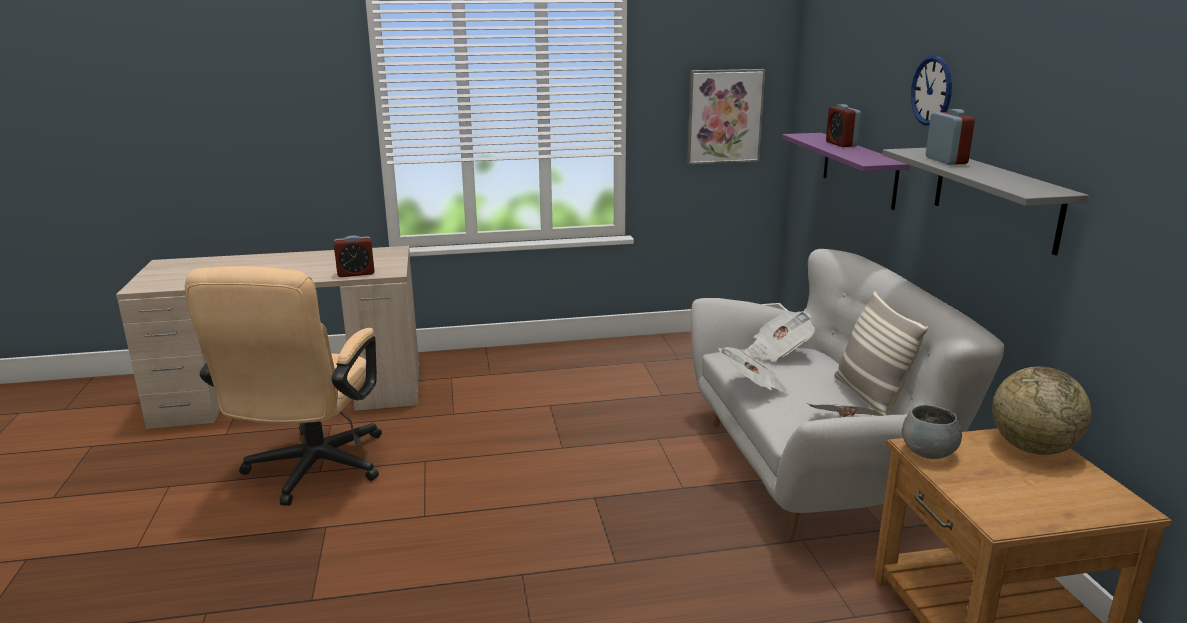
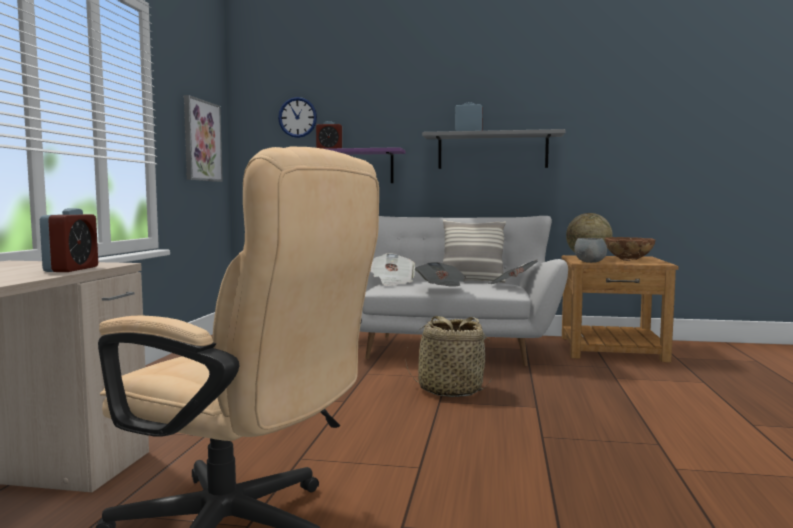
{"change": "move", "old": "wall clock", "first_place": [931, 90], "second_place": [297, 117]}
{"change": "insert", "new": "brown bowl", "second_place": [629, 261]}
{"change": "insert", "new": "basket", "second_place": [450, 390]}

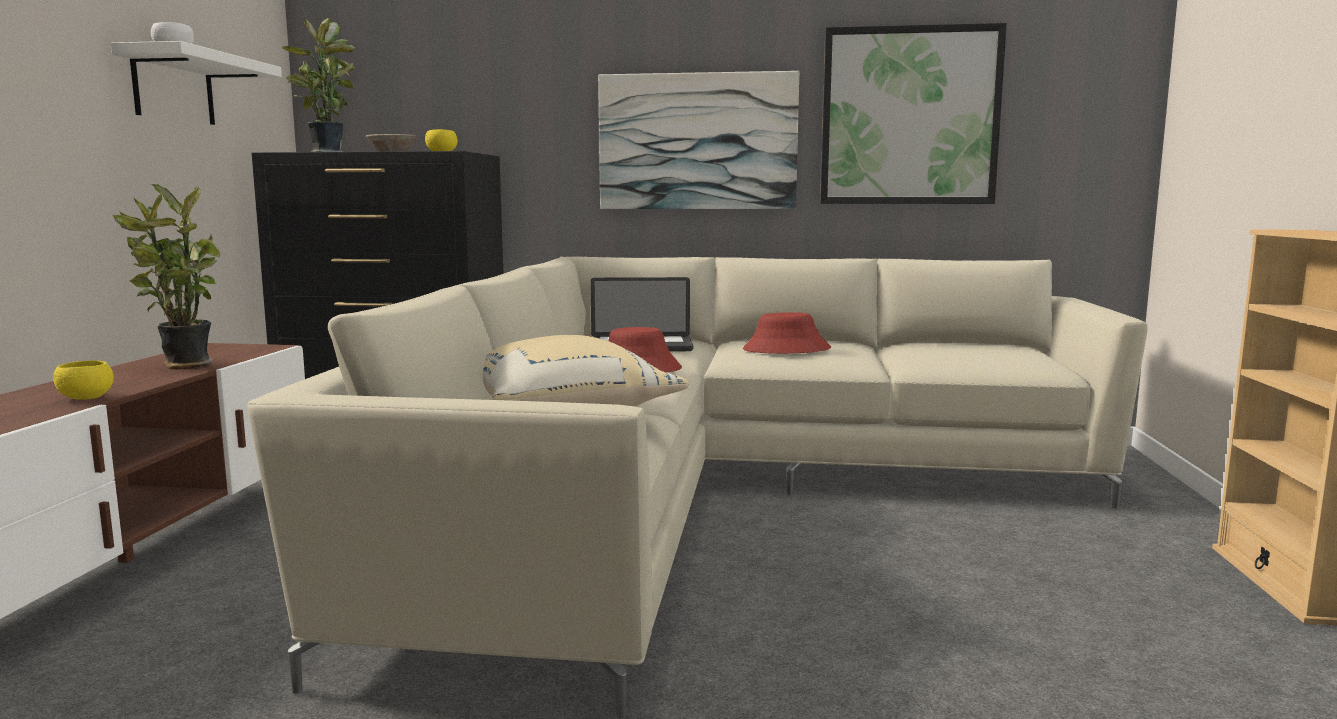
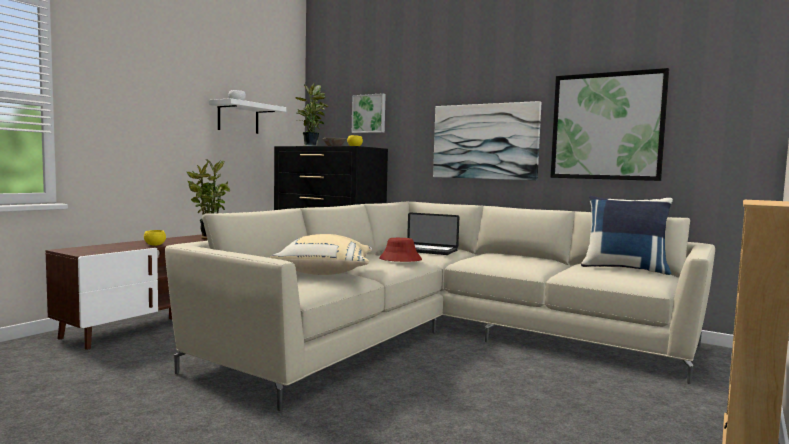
{"change": "delete", "old": "red hat", "first_place": [786, 350]}
{"change": "insert", "new": "picture", "second_place": [369, 114]}
{"change": "insert", "new": "blue pillow", "second_place": [625, 269]}

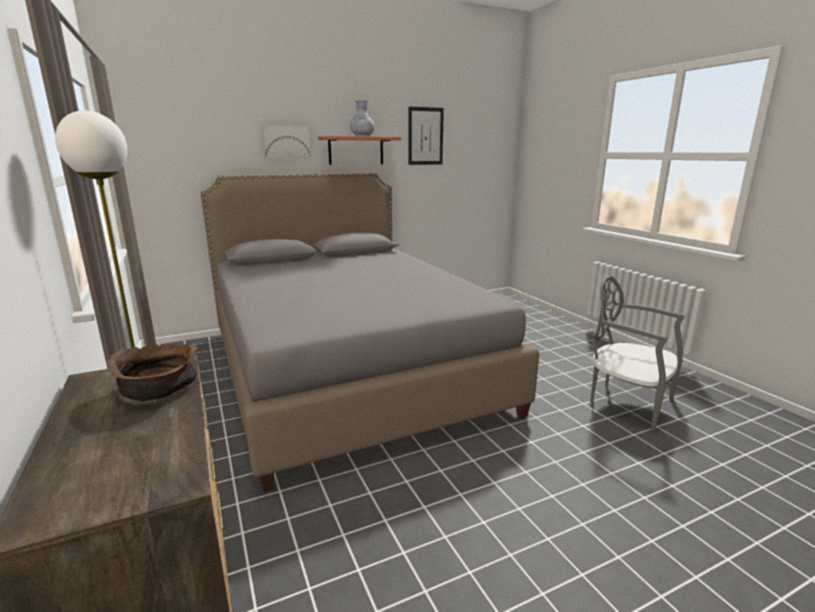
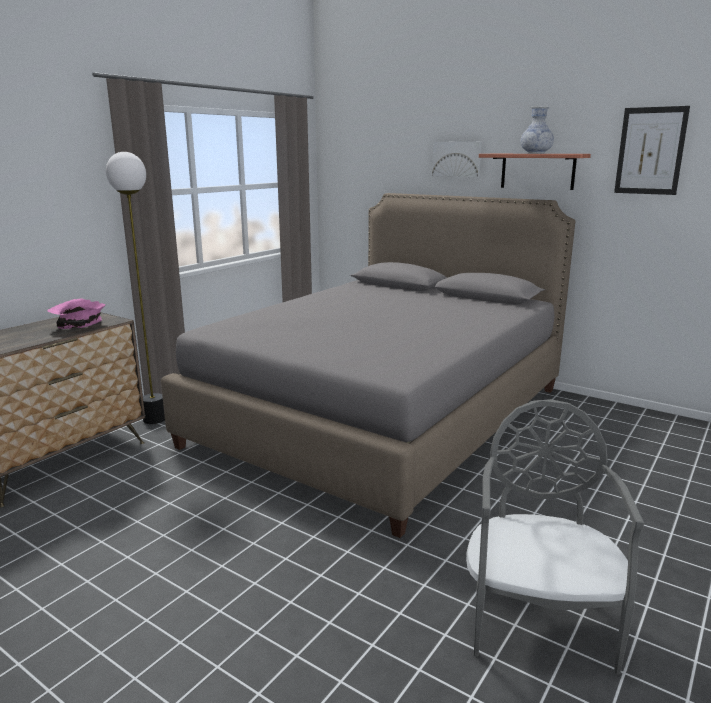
{"change": "recolor", "old": "brown bowl", "new": "pink bowl", "first_place": [159, 388], "second_place": [79, 326]}

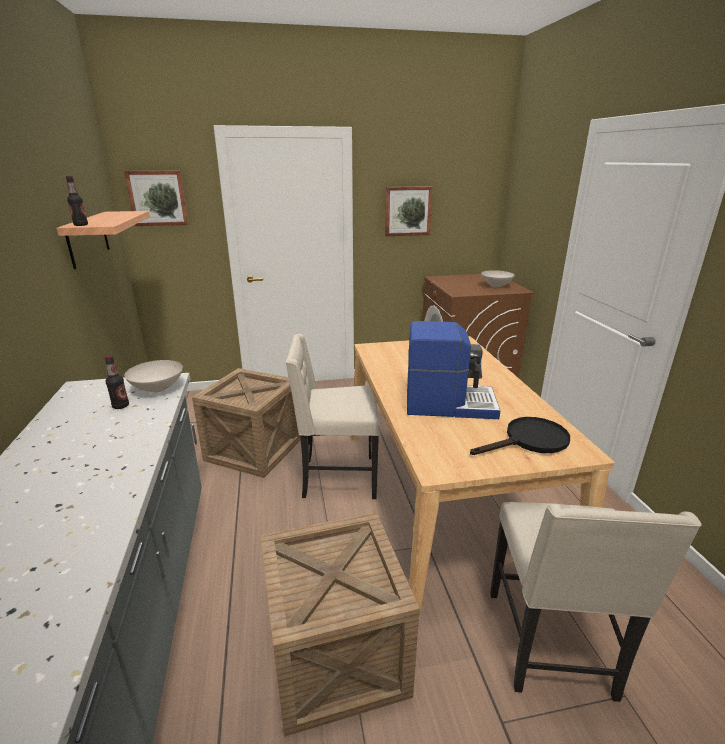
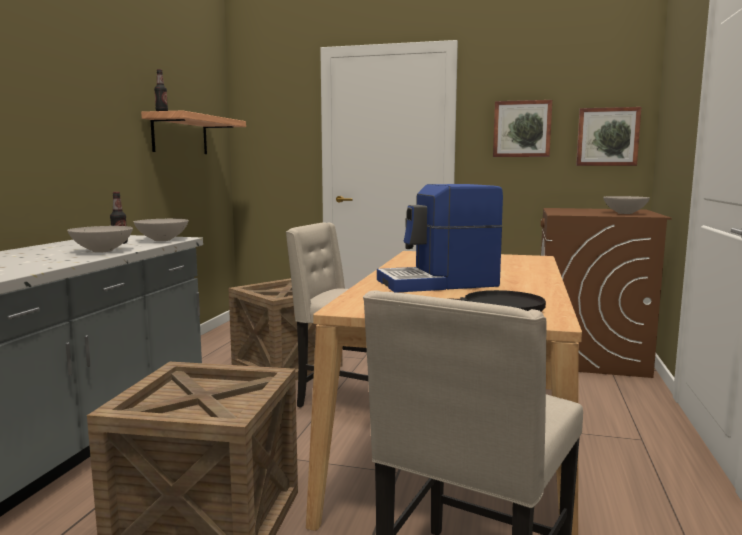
{"change": "move", "old": "picture", "first_place": [158, 198], "second_place": [607, 137]}
{"change": "rotate", "old": "coffee machine", "first_place": [449, 404], "second_place": [438, 283], "degrees": 135}
{"change": "insert", "new": "white bowl", "second_place": [102, 251]}

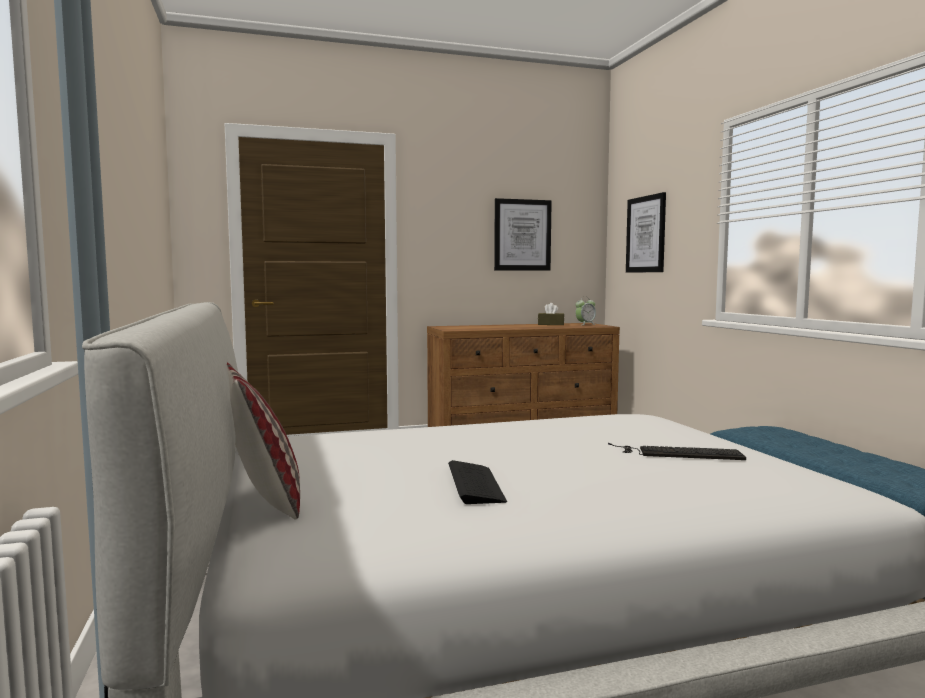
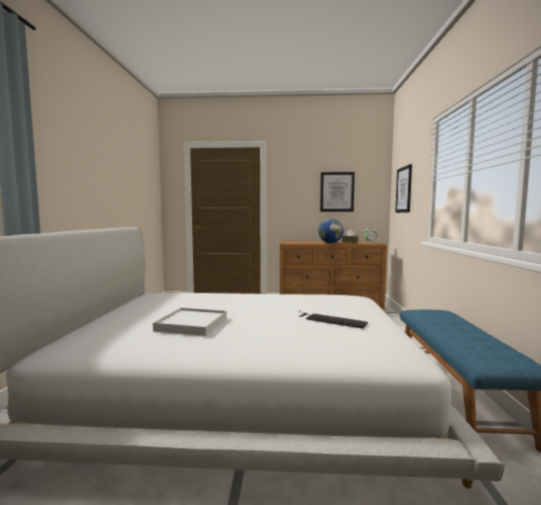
{"change": "delete", "old": "pillow", "first_place": [265, 499]}
{"change": "replace", "old": "keyboard", "new": "white tray", "first_place": [475, 484], "second_place": [192, 324]}
{"change": "insert", "new": "globe", "second_place": [330, 243]}

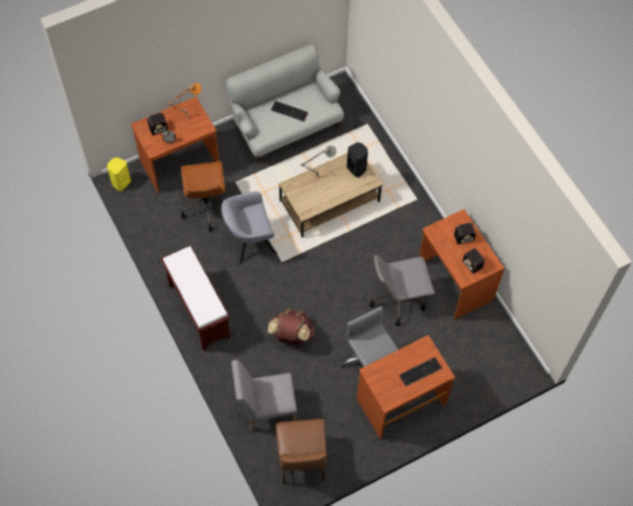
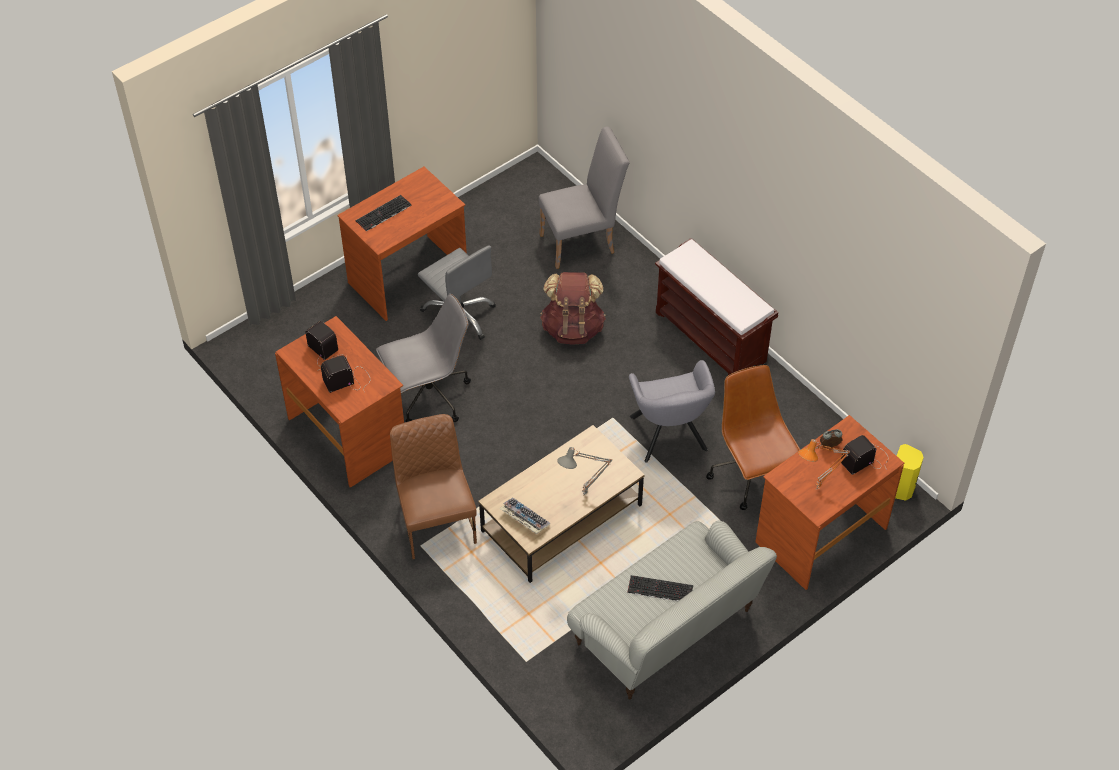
{"change": "replace", "old": "black speaker", "new": "keyboard", "first_place": [357, 168], "second_place": [524, 518]}
{"change": "rotate", "old": "grey armchair", "first_place": [249, 242], "second_place": [669, 437], "degrees": 105}
{"change": "move", "old": "brown chair", "first_place": [301, 460], "second_place": [436, 521]}

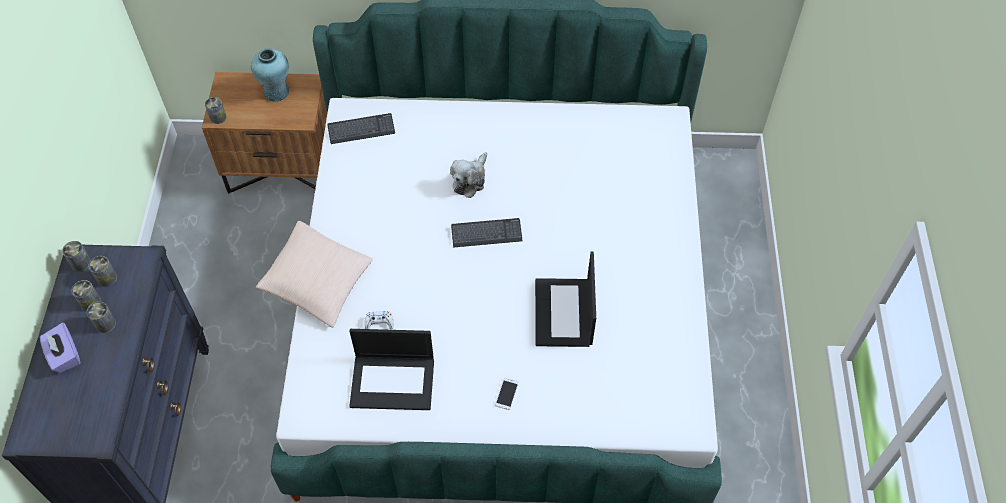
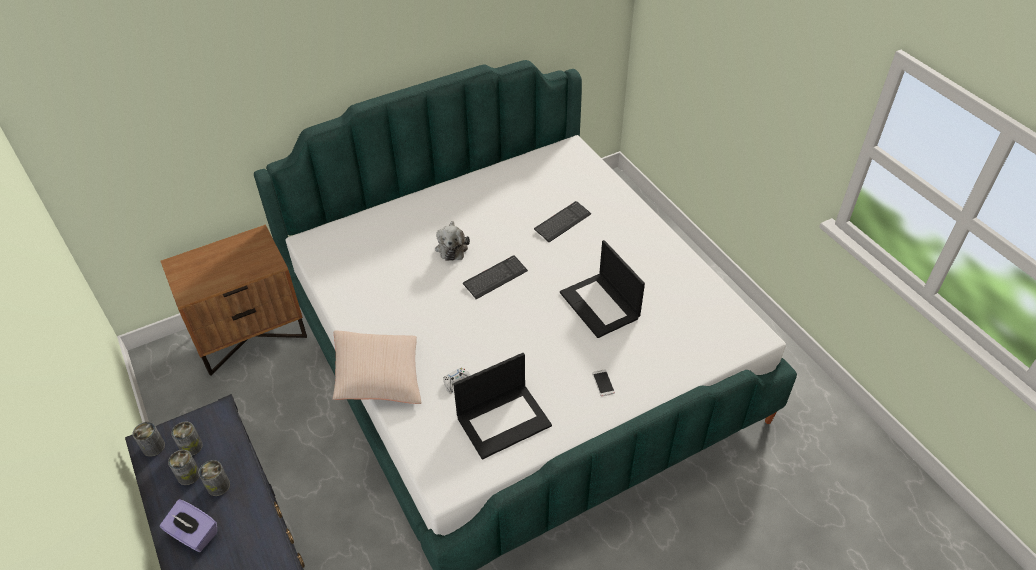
{"change": "delete", "old": "turquoise vase", "first_place": [276, 92]}
{"change": "delete", "old": "can", "first_place": [218, 117]}
{"change": "move", "old": "keyboard", "first_place": [361, 130], "second_place": [562, 222]}

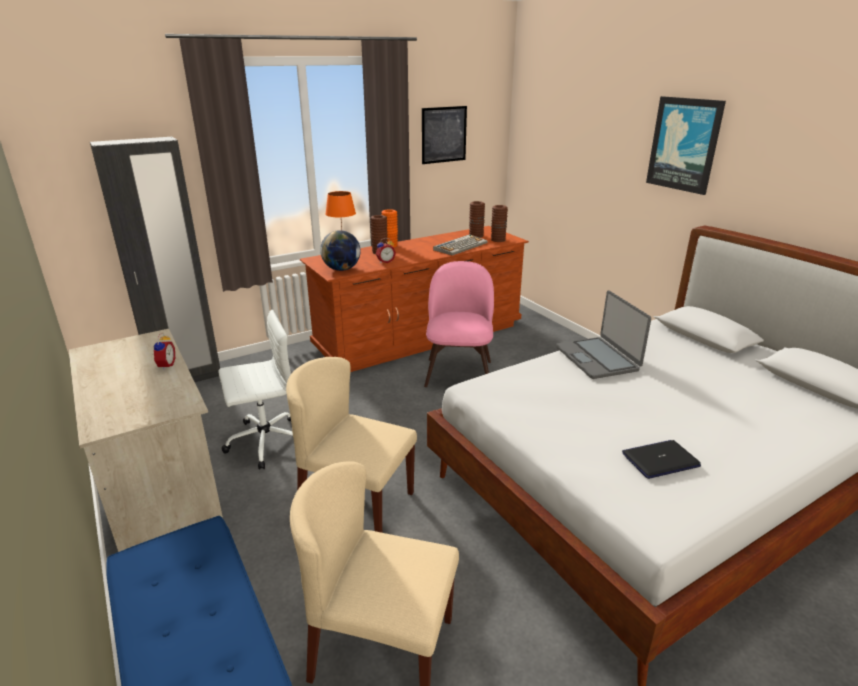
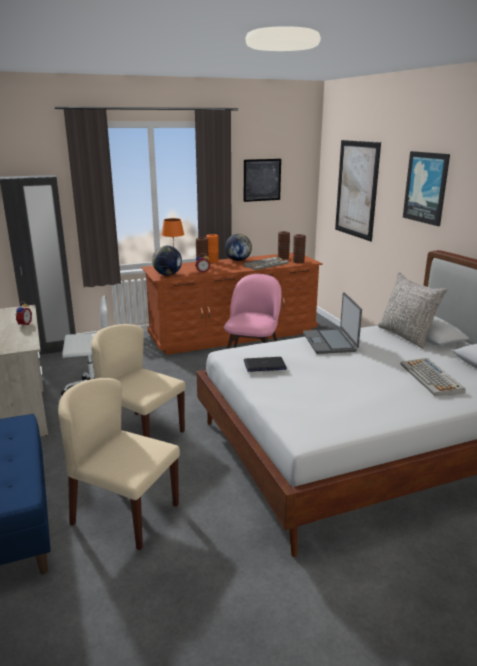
{"change": "move", "old": "laptop", "first_place": [660, 460], "second_place": [264, 365]}
{"change": "insert", "new": "picture", "second_place": [356, 189]}
{"change": "insert", "new": "globe", "second_place": [238, 260]}
{"change": "insert", "new": "grey pillow", "second_place": [406, 336]}
{"change": "insert", "new": "keyboard", "second_place": [431, 378]}

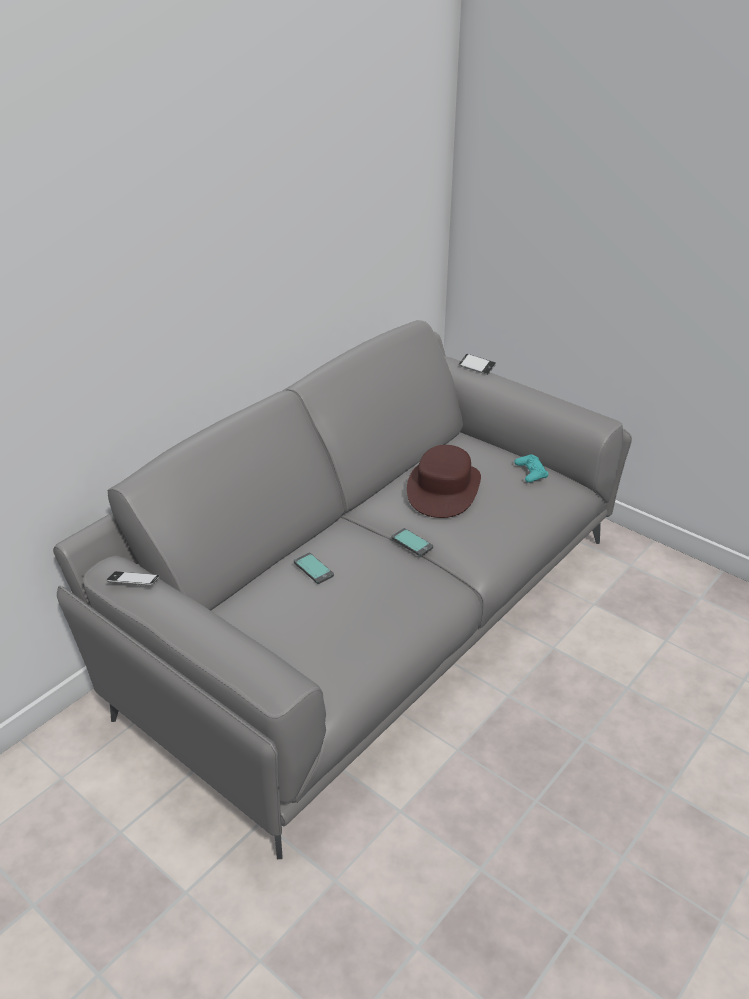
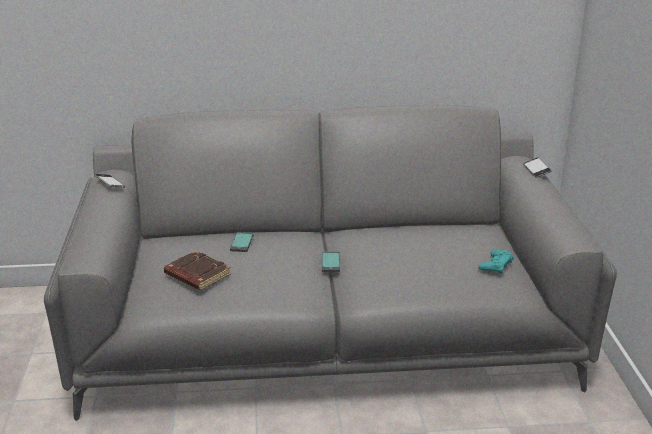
{"change": "delete", "old": "brown hat", "first_place": [443, 489]}
{"change": "insert", "new": "brown book", "second_place": [196, 275]}

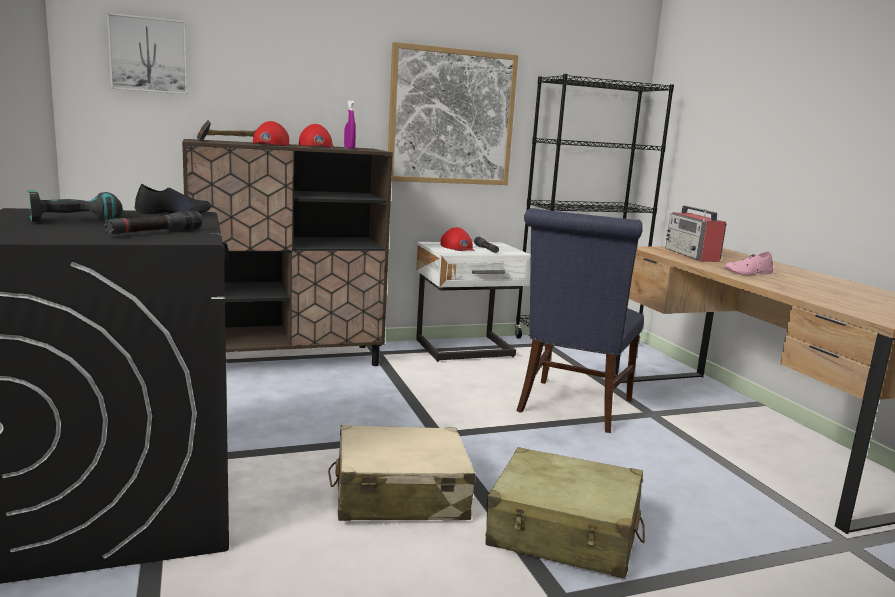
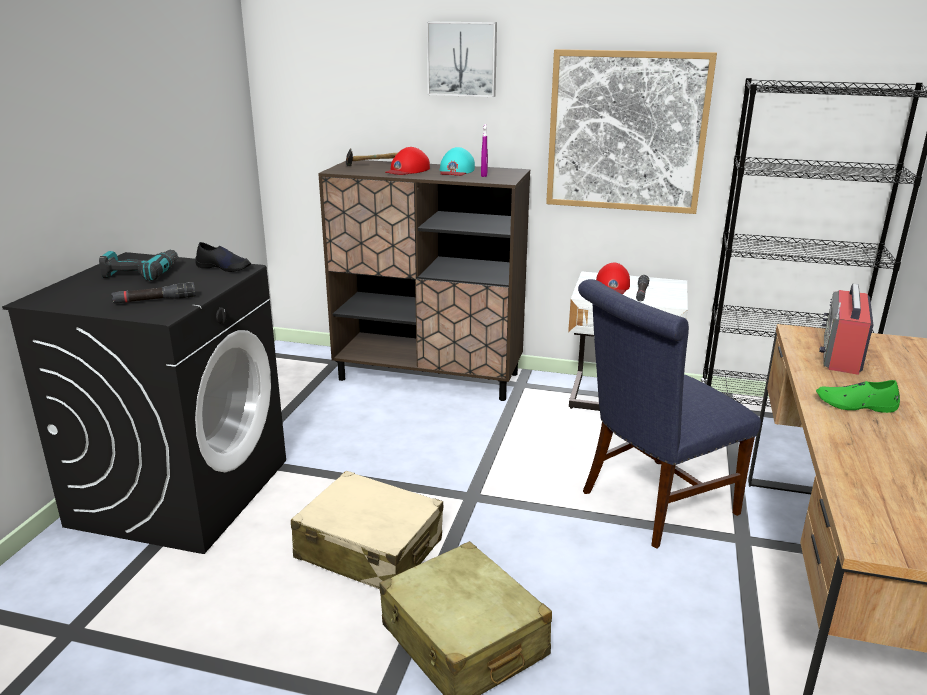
{"change": "move", "old": "picture", "first_place": [148, 55], "second_place": [462, 59]}
{"change": "recolor", "old": "red cap", "new": "turquoise cap", "first_place": [316, 146], "second_place": [456, 171]}
{"change": "recolor", "old": "pink shoe", "new": "green shoe", "first_place": [748, 273], "second_place": [855, 405]}

